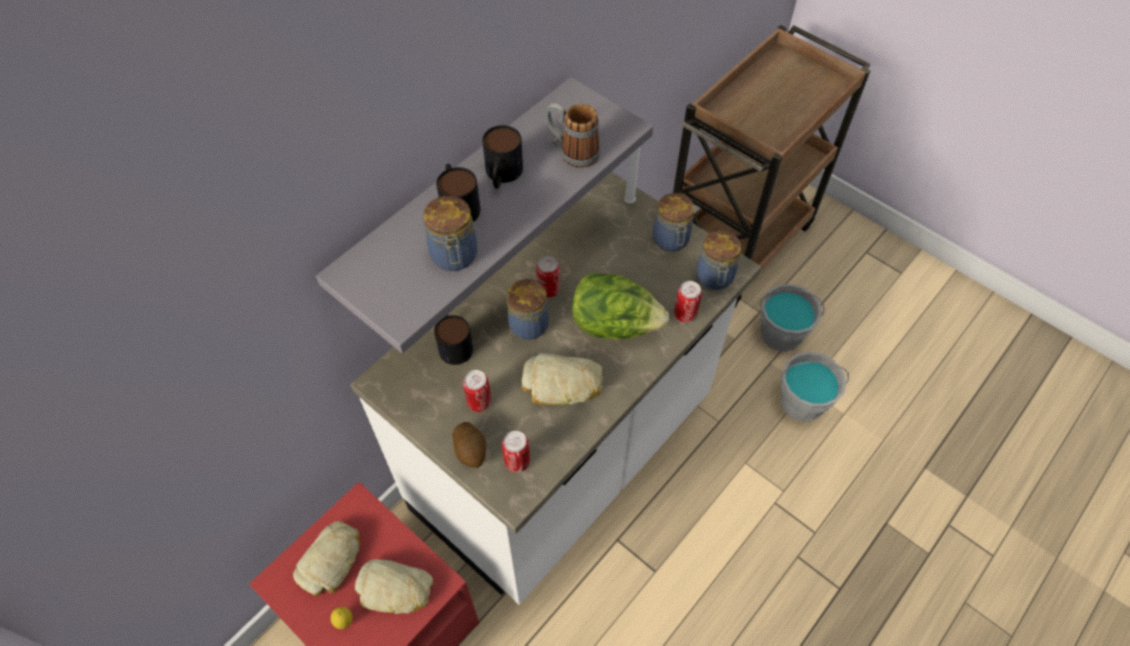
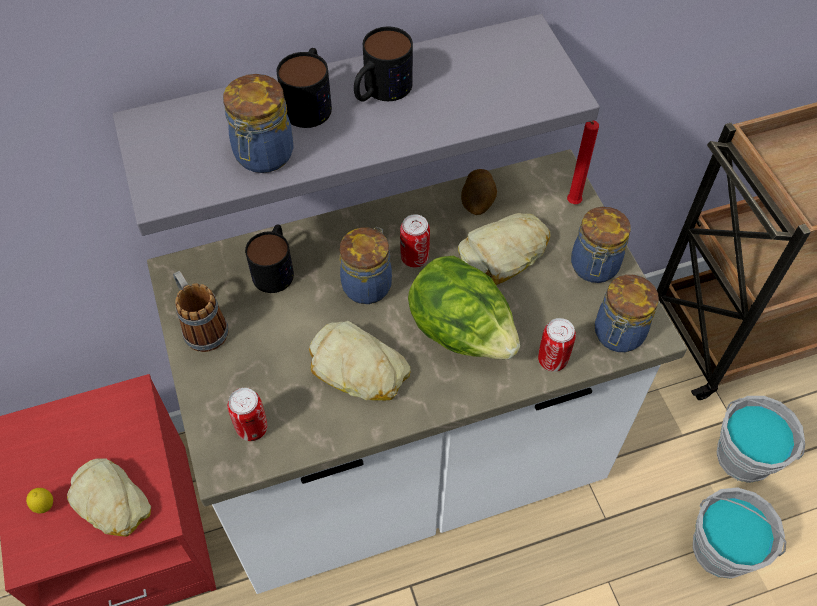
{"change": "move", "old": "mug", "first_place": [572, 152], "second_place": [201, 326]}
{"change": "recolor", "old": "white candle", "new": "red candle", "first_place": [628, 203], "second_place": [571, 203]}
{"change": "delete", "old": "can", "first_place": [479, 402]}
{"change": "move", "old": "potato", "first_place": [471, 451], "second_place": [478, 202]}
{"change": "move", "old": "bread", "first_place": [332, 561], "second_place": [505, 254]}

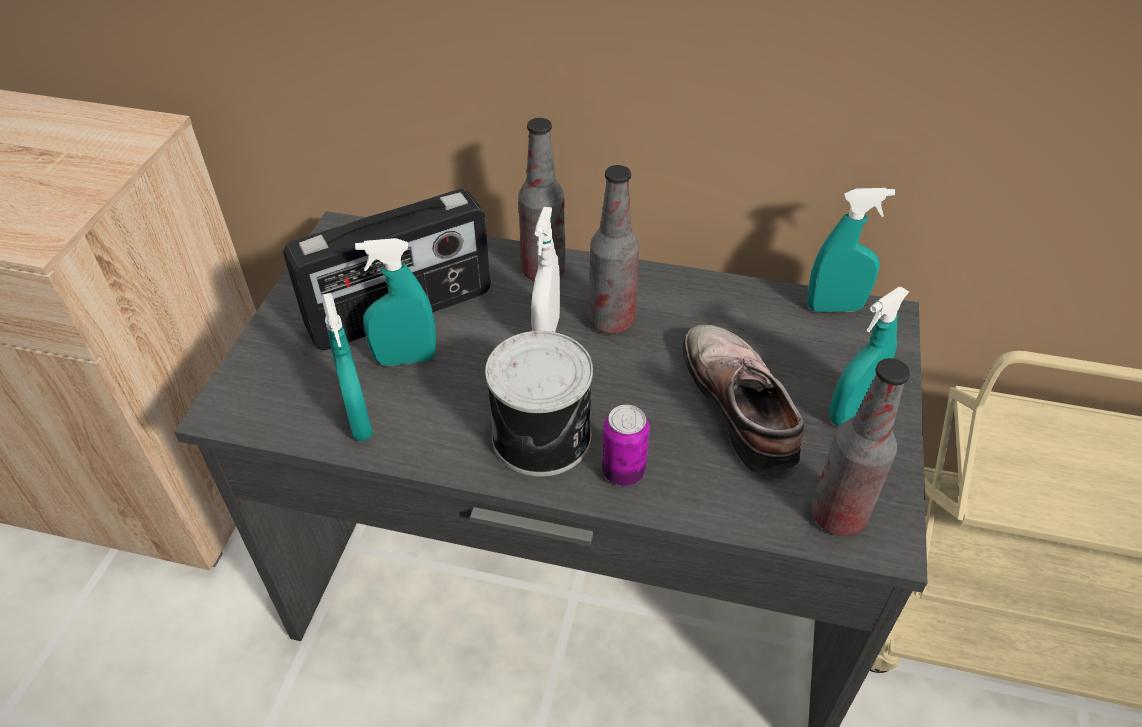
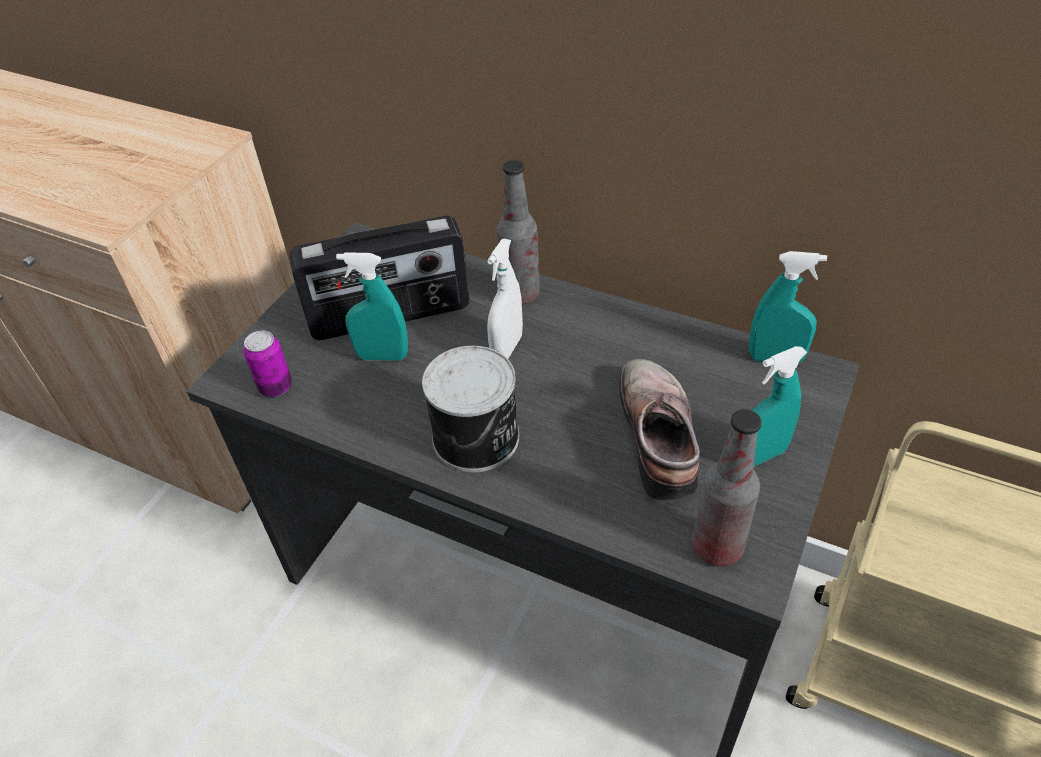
{"change": "delete", "old": "bottle", "first_place": [611, 320]}
{"change": "delete", "old": "turquoise spray bottle", "first_place": [359, 421]}
{"change": "move", "old": "can", "first_place": [623, 471], "second_place": [275, 387]}

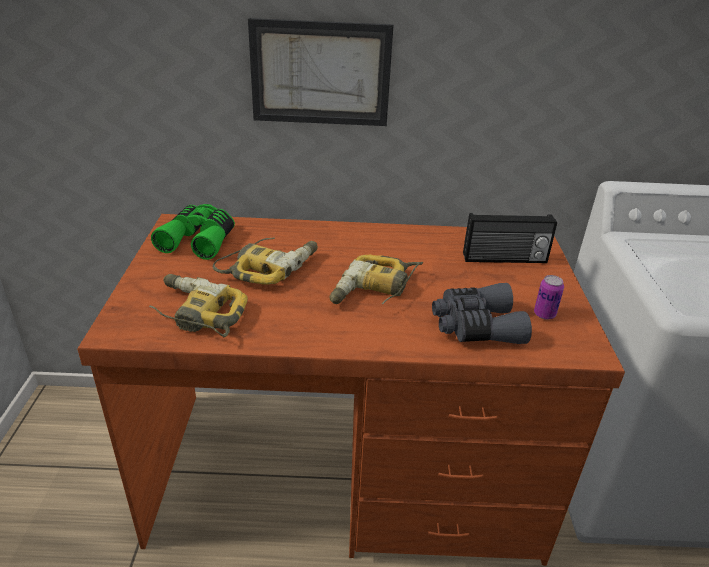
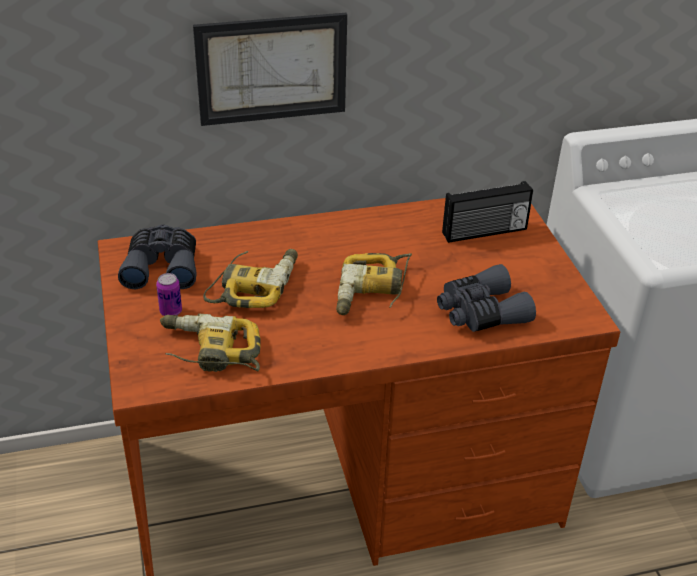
{"change": "recolor", "old": "green binoculars", "new": "grey binoculars", "first_place": [199, 240], "second_place": [162, 266]}
{"change": "move", "old": "can", "first_place": [544, 314], "second_place": [171, 311]}

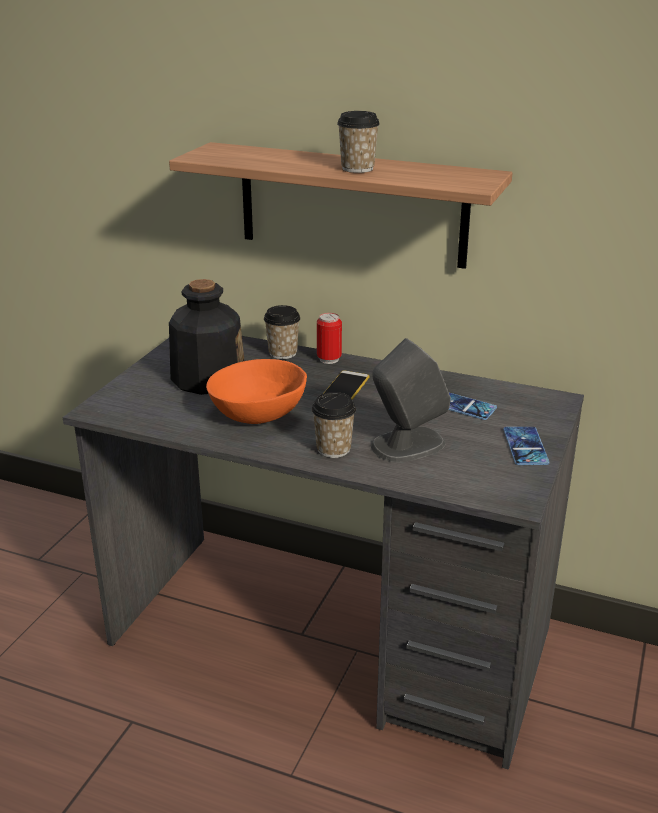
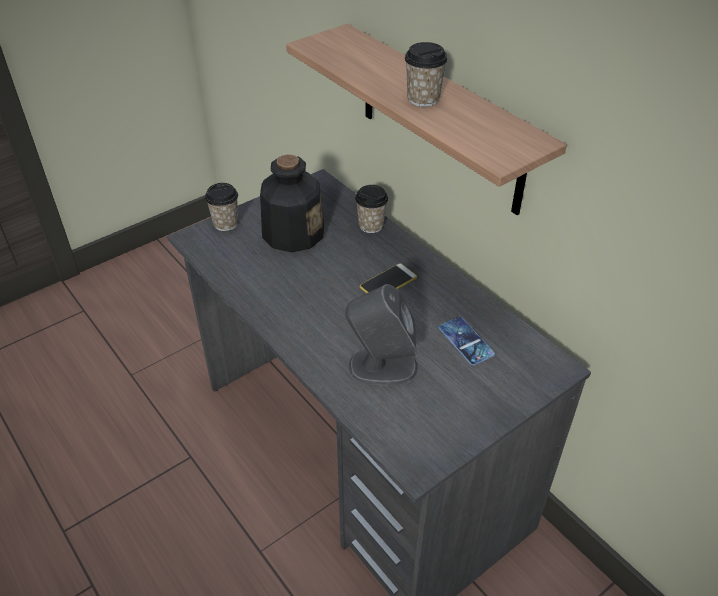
{"change": "delete", "old": "can", "first_place": [329, 359]}
{"change": "delete", "old": "orange bowl", "first_place": [260, 414]}
{"change": "move", "old": "cup", "first_place": [333, 449], "second_place": [225, 223]}
{"change": "delete", "old": "phone", "first_place": [525, 446]}

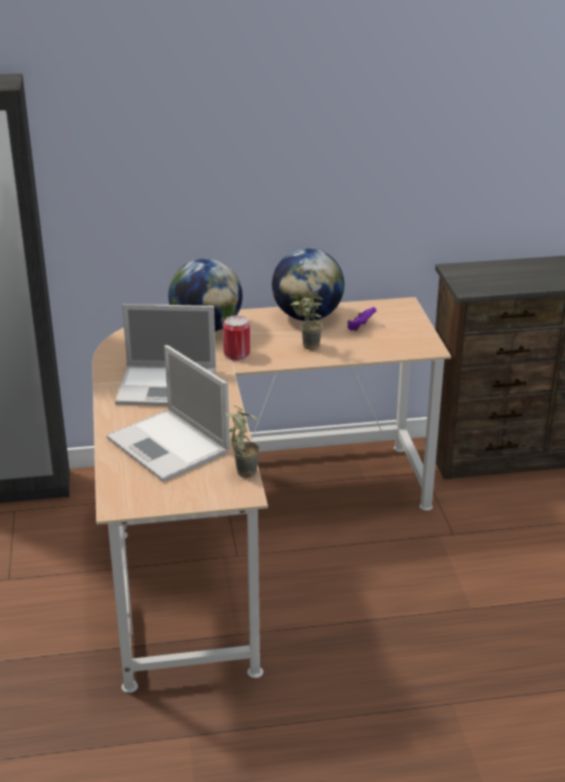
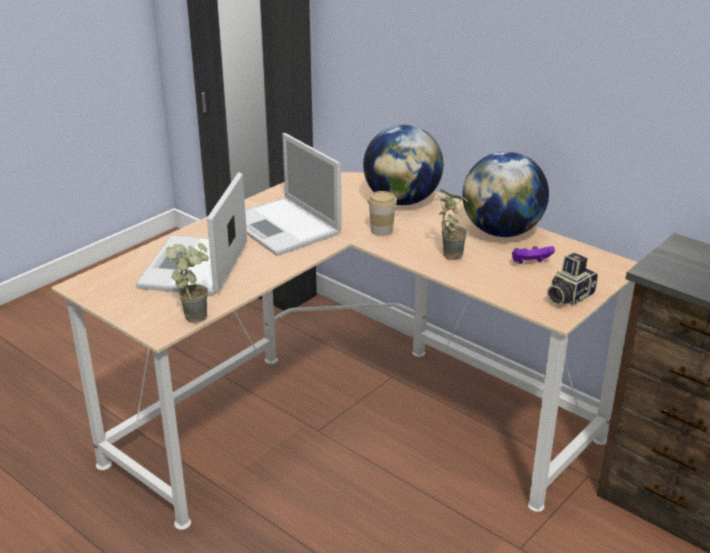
{"change": "replace", "old": "can", "new": "cup", "first_place": [237, 354], "second_place": [381, 230]}
{"change": "insert", "new": "photo camera", "second_place": [568, 296]}

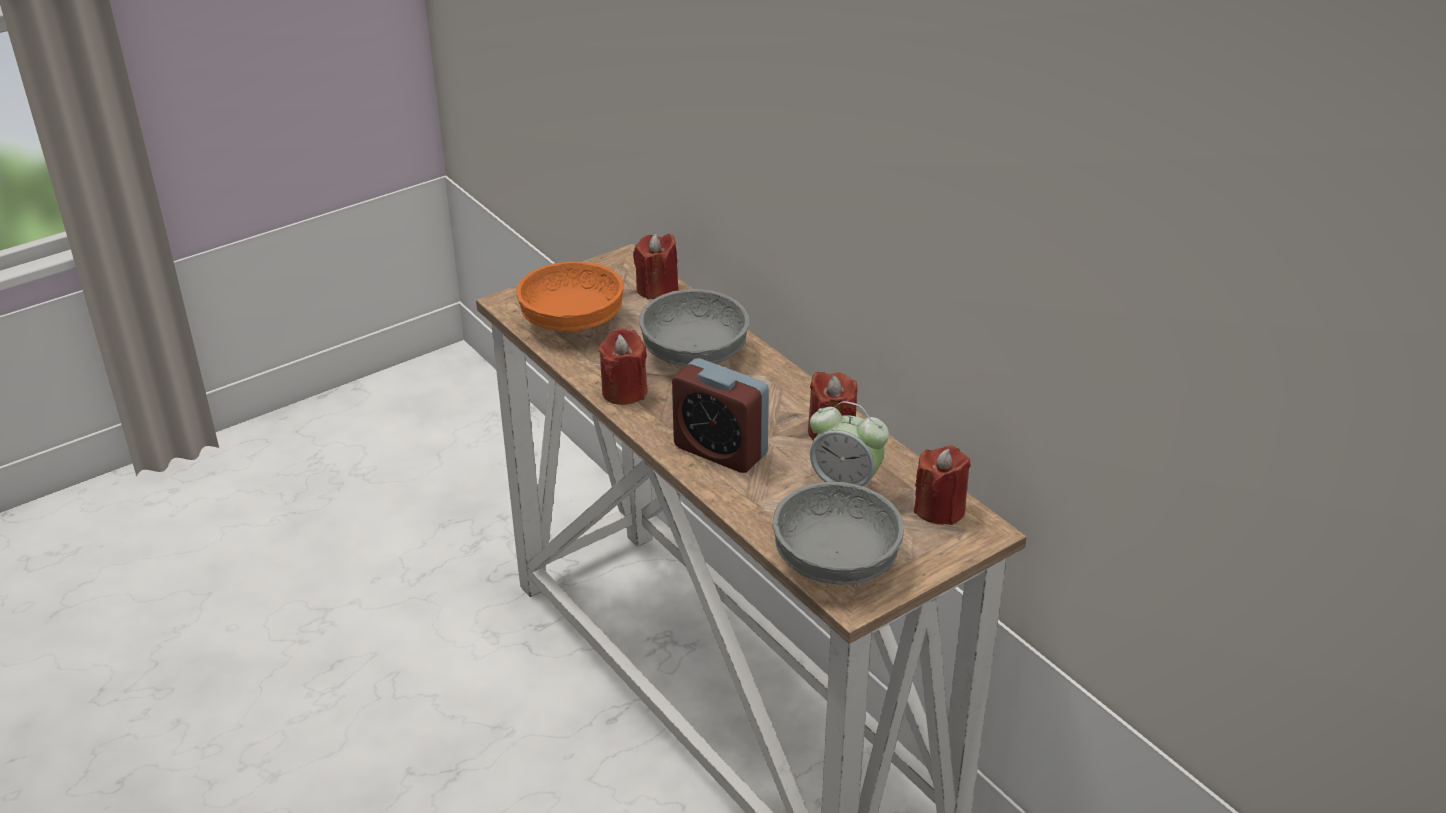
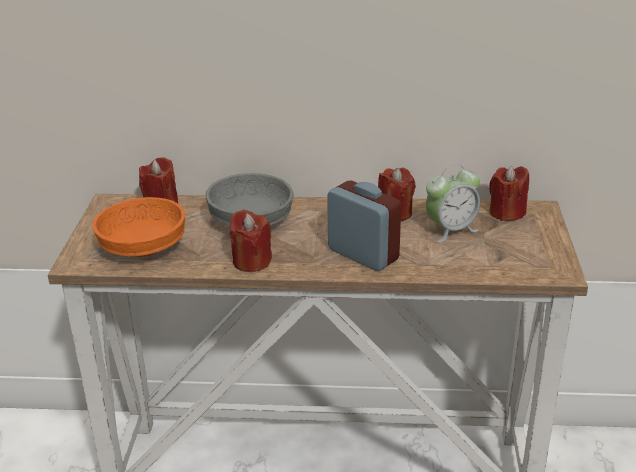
{"change": "rotate", "old": "alarm clock", "first_place": [720, 450], "second_place": [363, 254], "degrees": -120}
{"change": "delete", "old": "grey bowl", "first_place": [834, 562]}

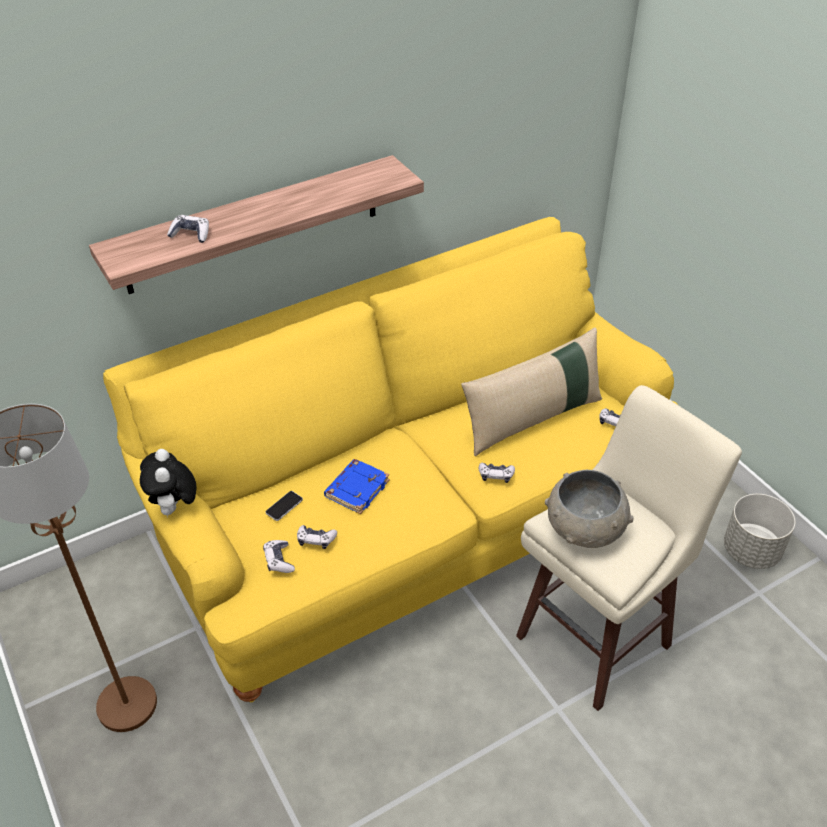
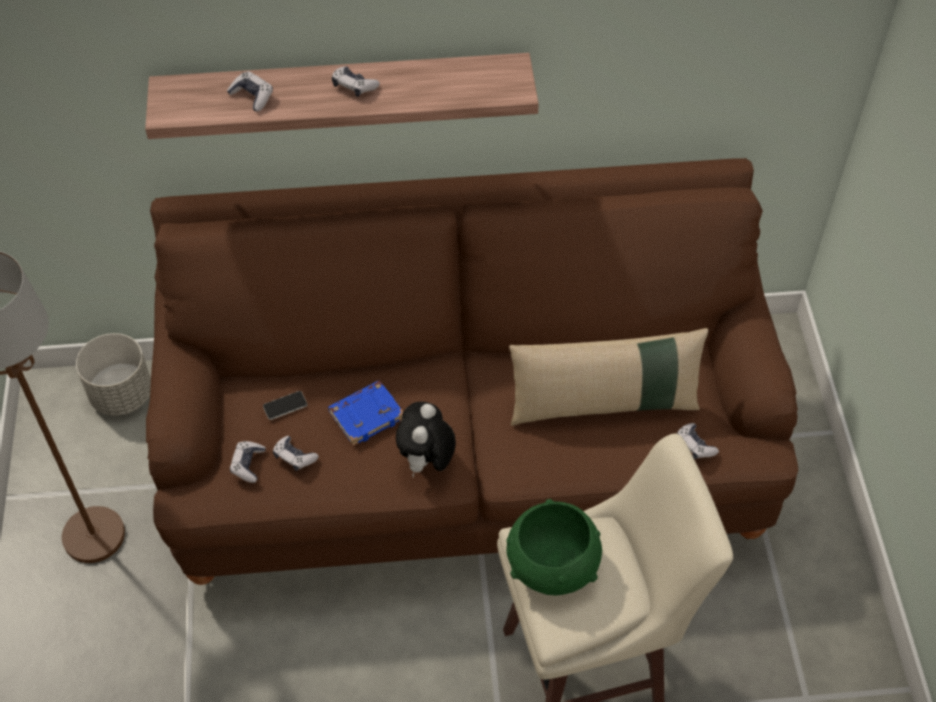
{"change": "recolor", "old": "yellow sofa", "new": "brown sofa", "first_place": [413, 524], "second_place": [467, 457]}
{"change": "move", "old": "plush toy", "first_place": [174, 508], "second_place": [426, 462]}
{"change": "move", "old": "game controller", "first_place": [496, 475], "second_place": [354, 86]}
{"change": "recolor", "old": "grey bowl", "new": "green bowl", "first_place": [584, 530], "second_place": [552, 565]}
{"change": "move", "old": "grey planter", "first_place": [751, 551], "second_place": [122, 394]}

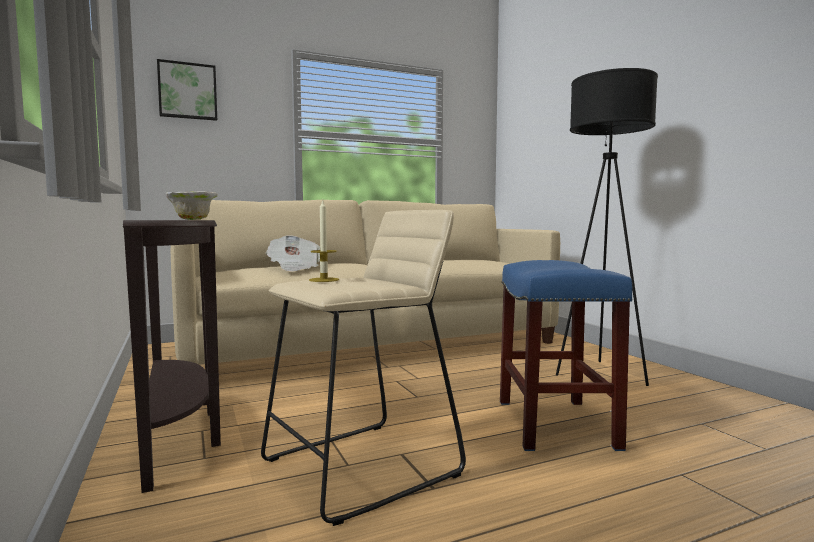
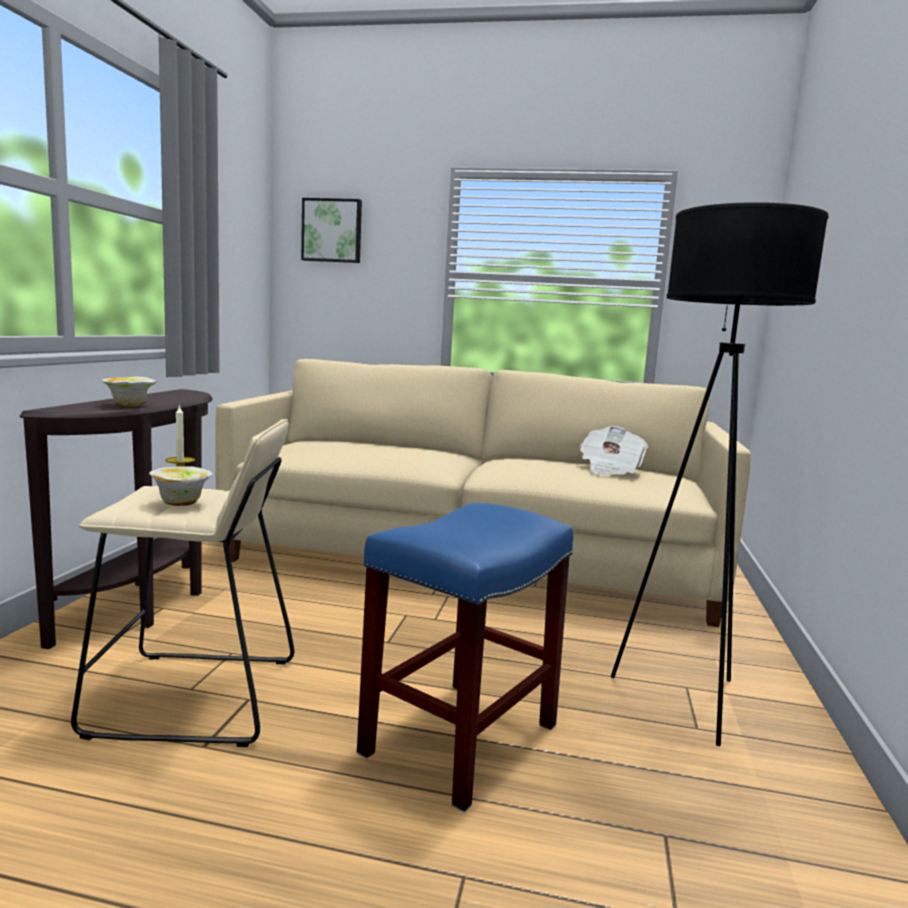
{"change": "move", "old": "newspaper", "first_place": [294, 268], "second_place": [610, 469]}
{"change": "insert", "new": "bowl", "second_place": [181, 504]}

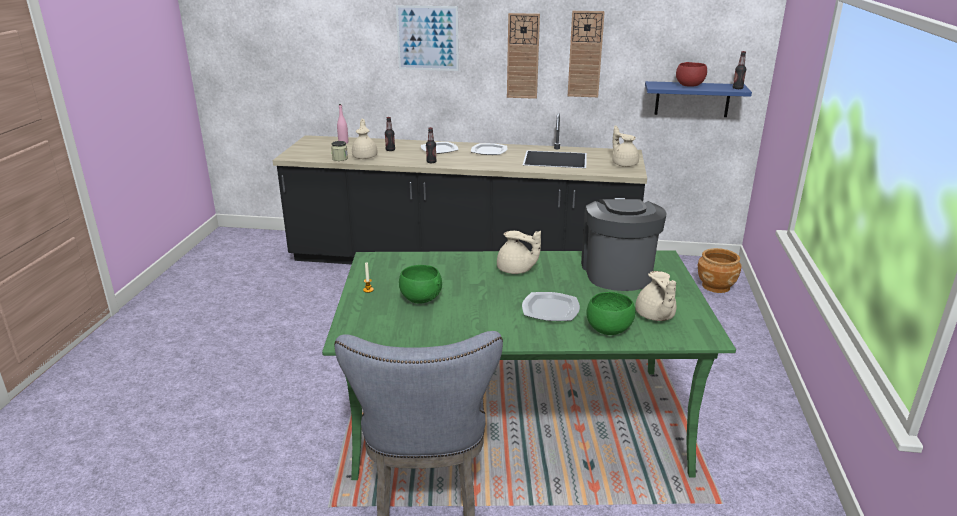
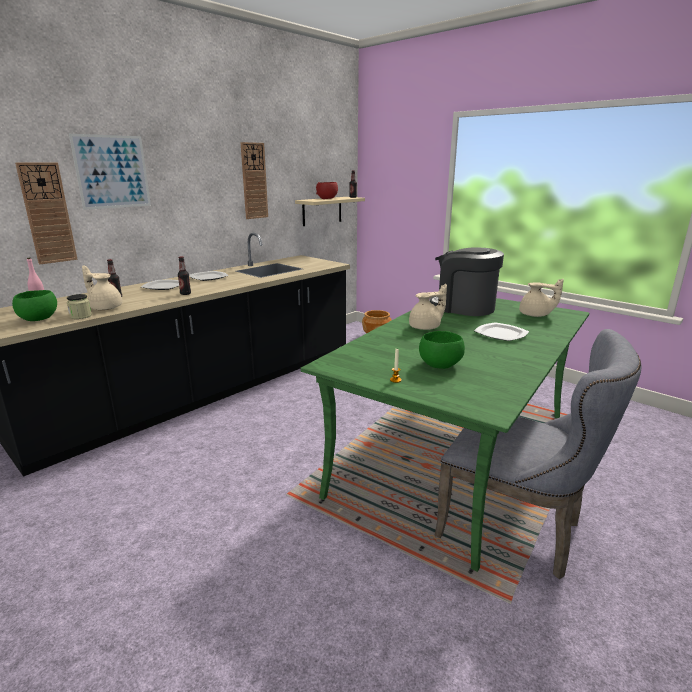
{"change": "move", "old": "wall clock", "first_place": [523, 56], "second_place": [47, 213]}
{"change": "recolor", "old": "blue shelf", "new": "beige shelf", "first_place": [692, 99], "second_place": [322, 211]}
{"change": "delete", "old": "beige teapot", "first_place": [624, 164]}
{"change": "move", "old": "green bowl", "first_place": [608, 330], "second_place": [38, 319]}

